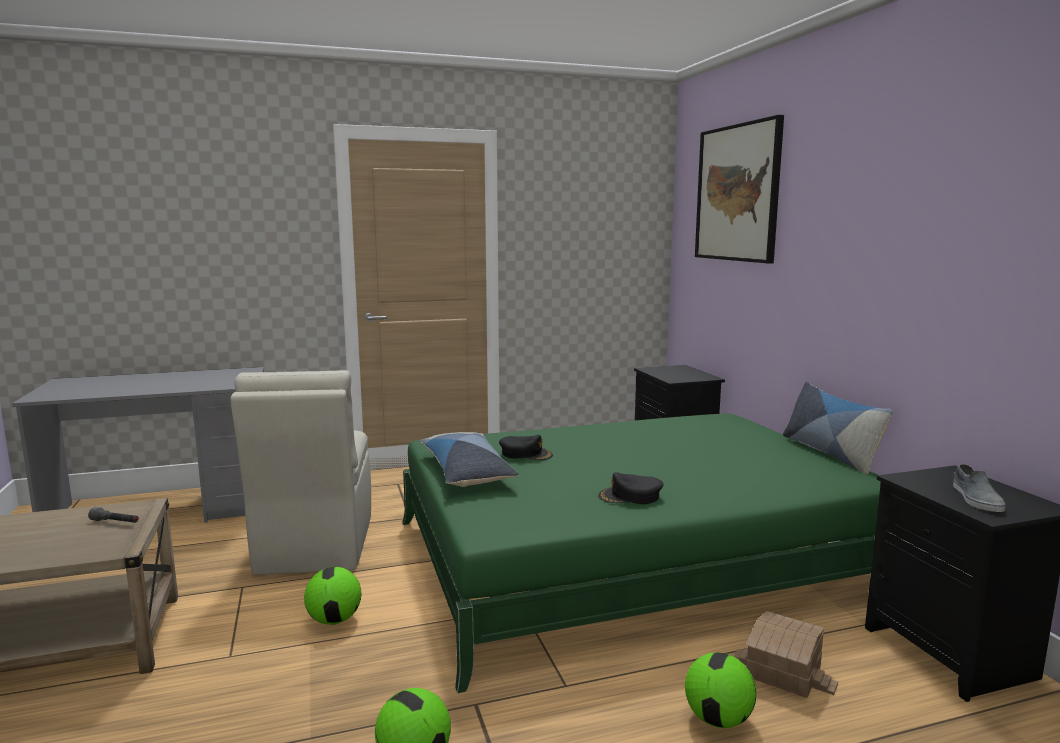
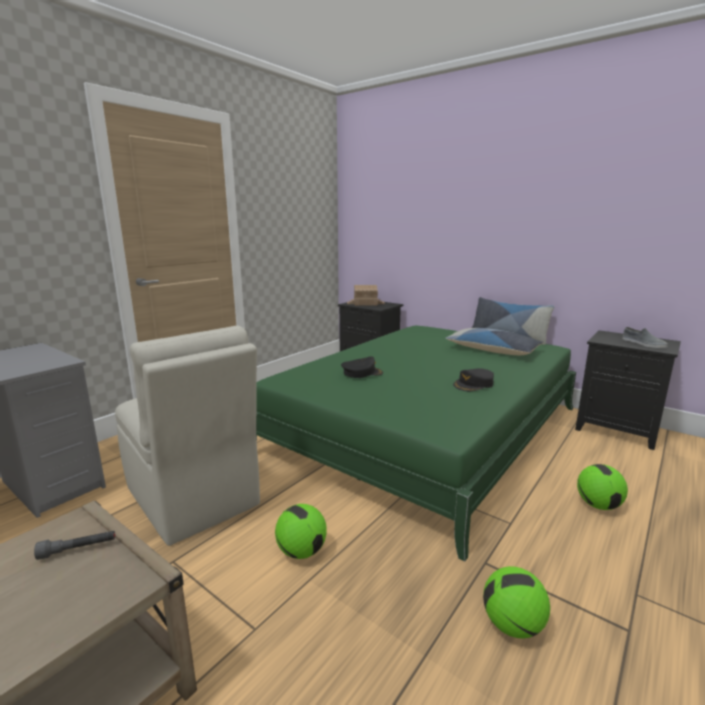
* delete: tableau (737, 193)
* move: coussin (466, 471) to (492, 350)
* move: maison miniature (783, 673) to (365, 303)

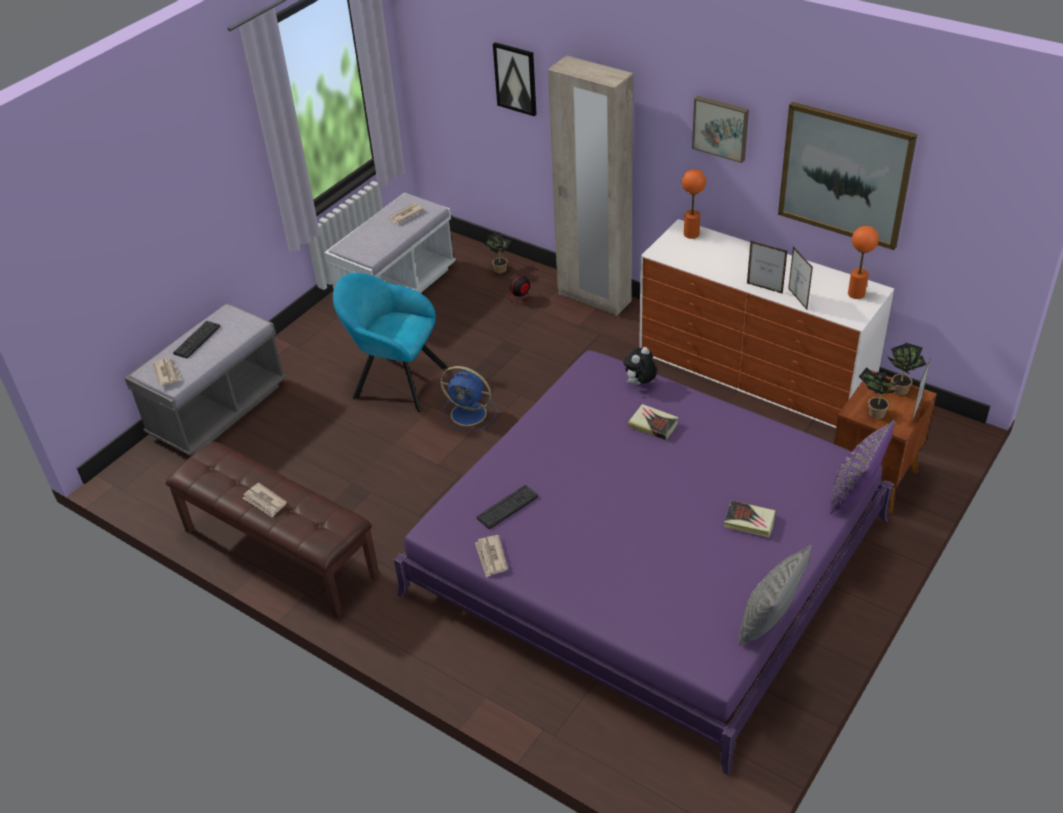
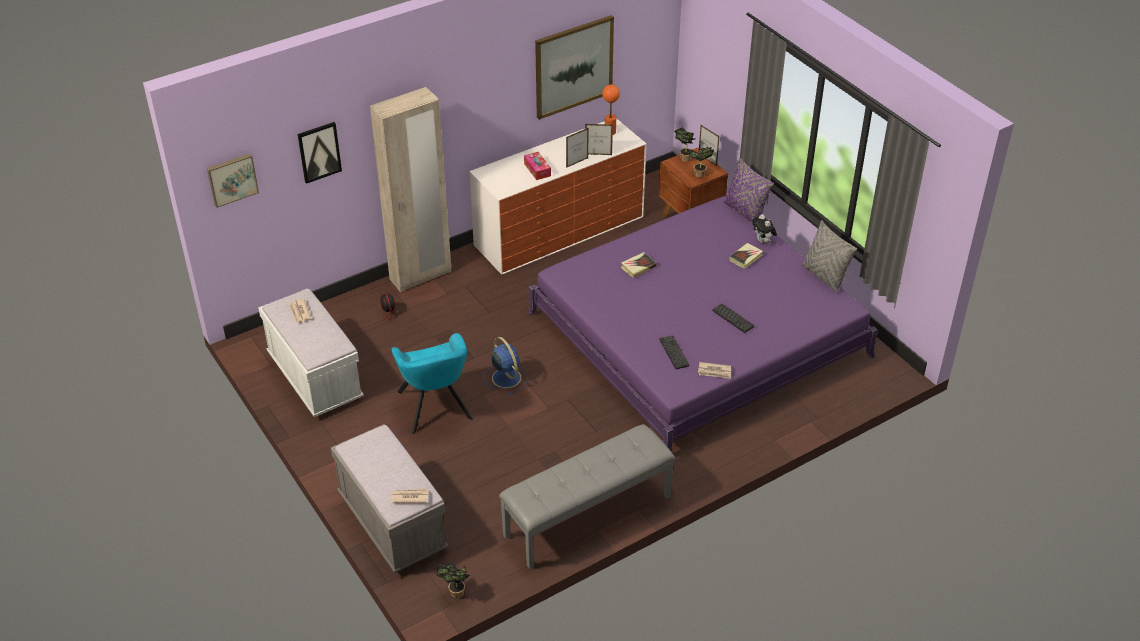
* delete: journal (265, 502)
* delete: lampe de table (orange) (691, 234)
* insert: boîte à mouchoirs (537, 170)
* move: clavier (197, 340) to (733, 318)
* move: plante en pot (499, 268) to (455, 593)
* move: peluche (640, 384) to (763, 241)
* move: tableau (721, 127) to (232, 179)
* recolor: banc (marron) (279, 553) to banc (gris) (588, 516)
* rotate: fauteuil (turquoise) (395, 381) = (435, 408) 60 degrees counterclockwise
* rotate: ventilateur (bleu) (470, 414) = (505, 377) 75 degrees counterclockwise

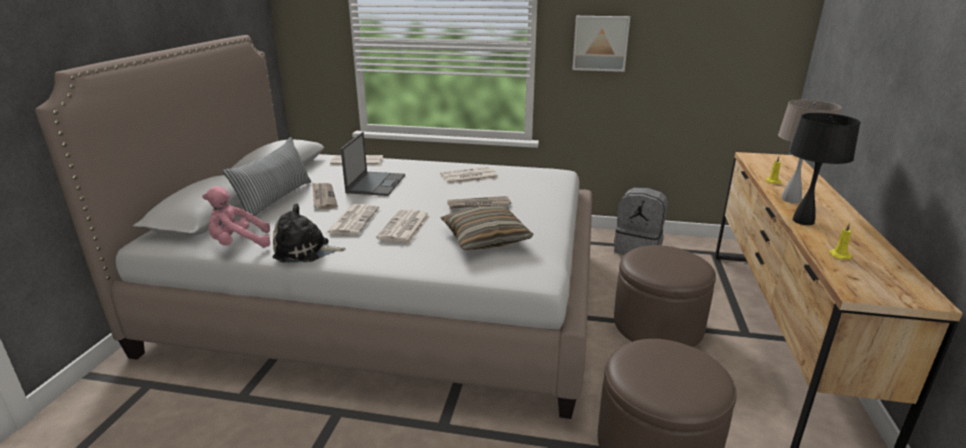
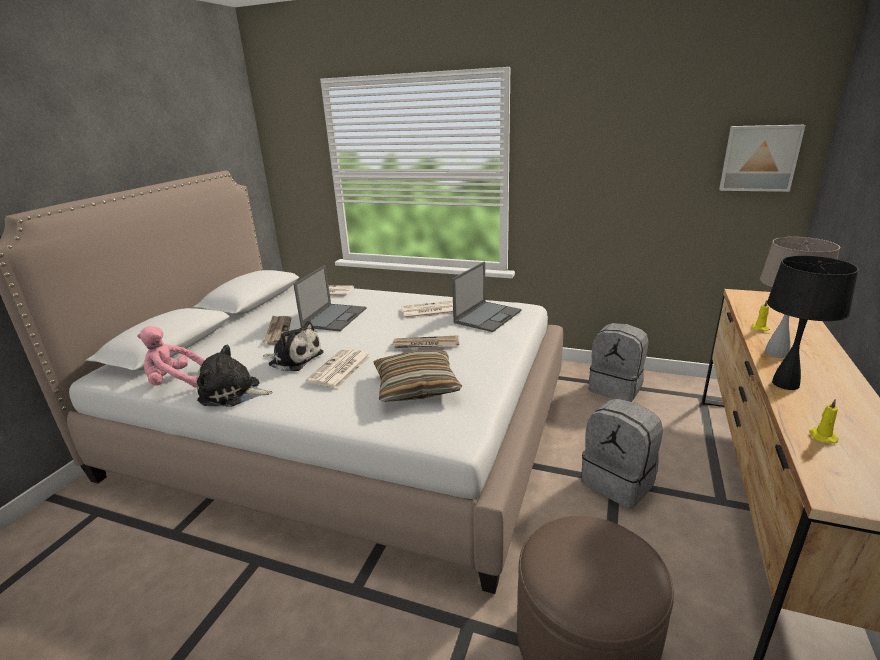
* delete: coussin (276, 200)
* insert: ordinateur portable (488, 316)
* move: tableau (600, 43) to (759, 158)
* replace: journal (353, 220) to peluche (294, 359)
* replace: pouf (marron) (657, 325) to sac à dos (gris) (619, 482)

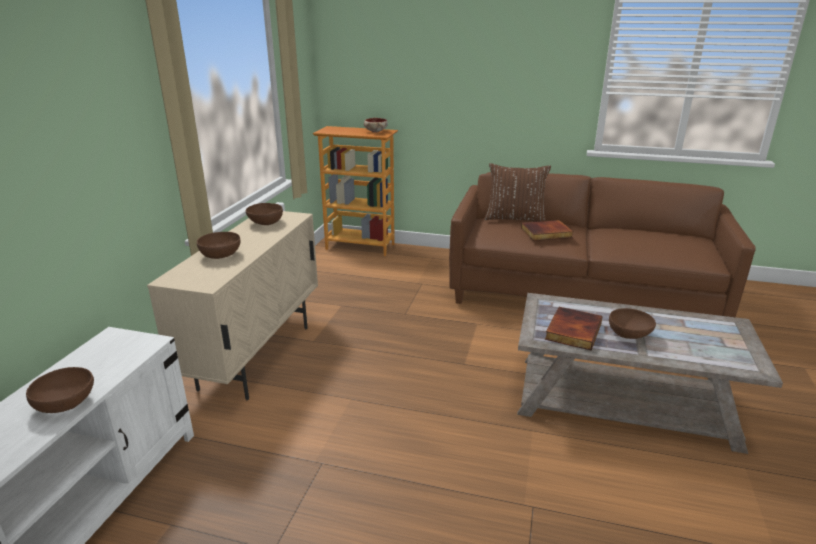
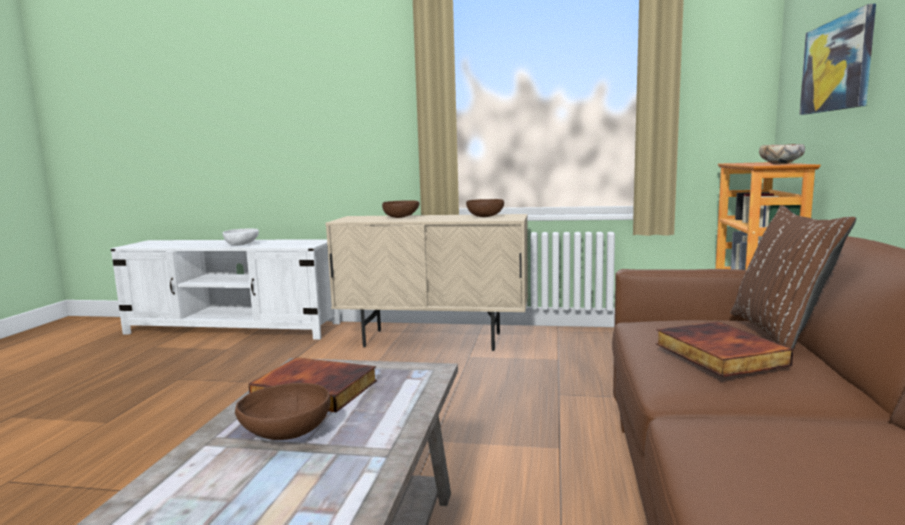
* insert: tableau (837, 65)
* recolor: bol (marron) (66, 403) to bol (blanc) (242, 245)

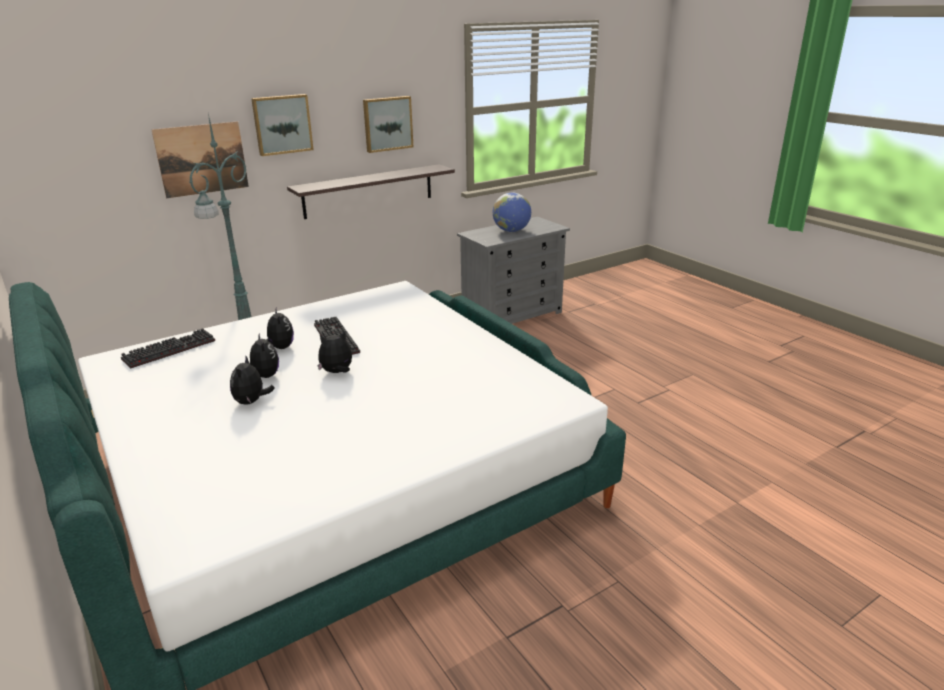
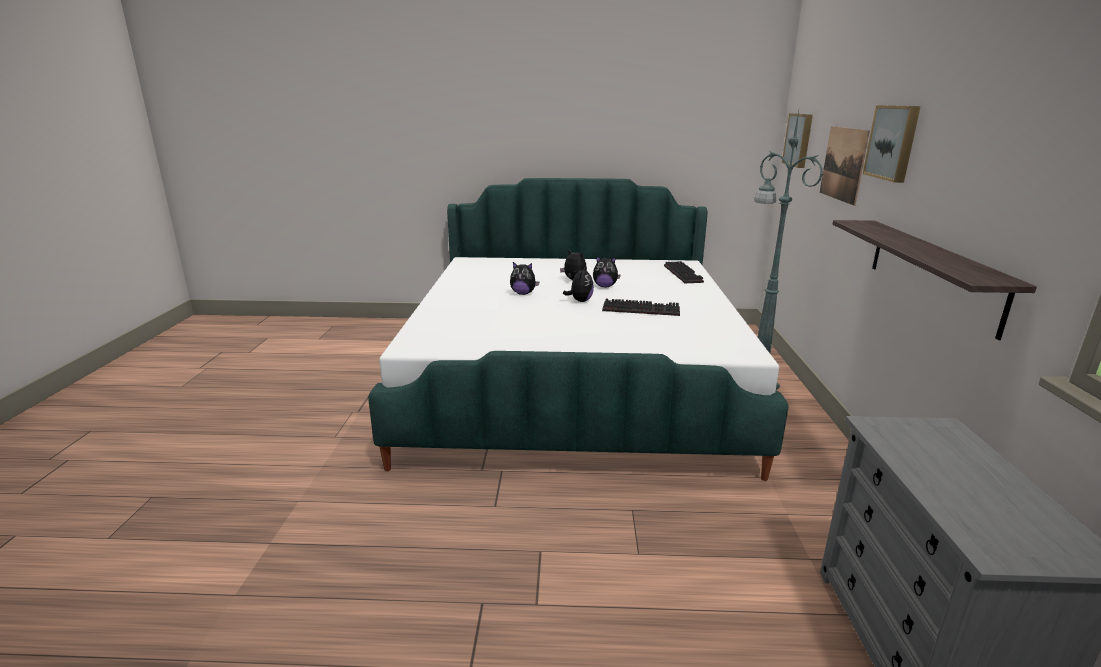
* delete: globe (511, 231)
* move: peluche (280, 347) to (523, 293)
* move: tableau (387, 123) to (799, 140)

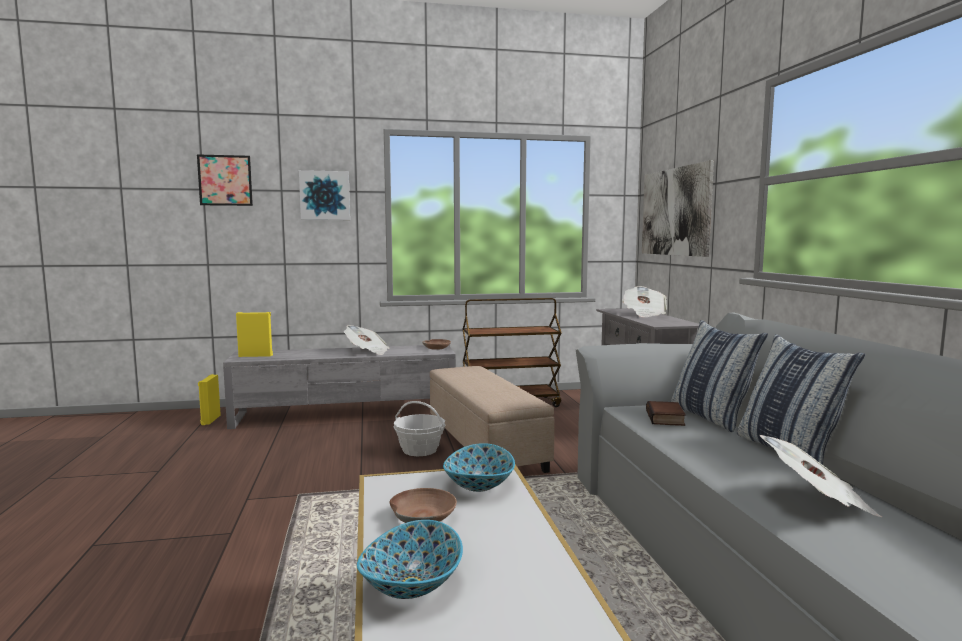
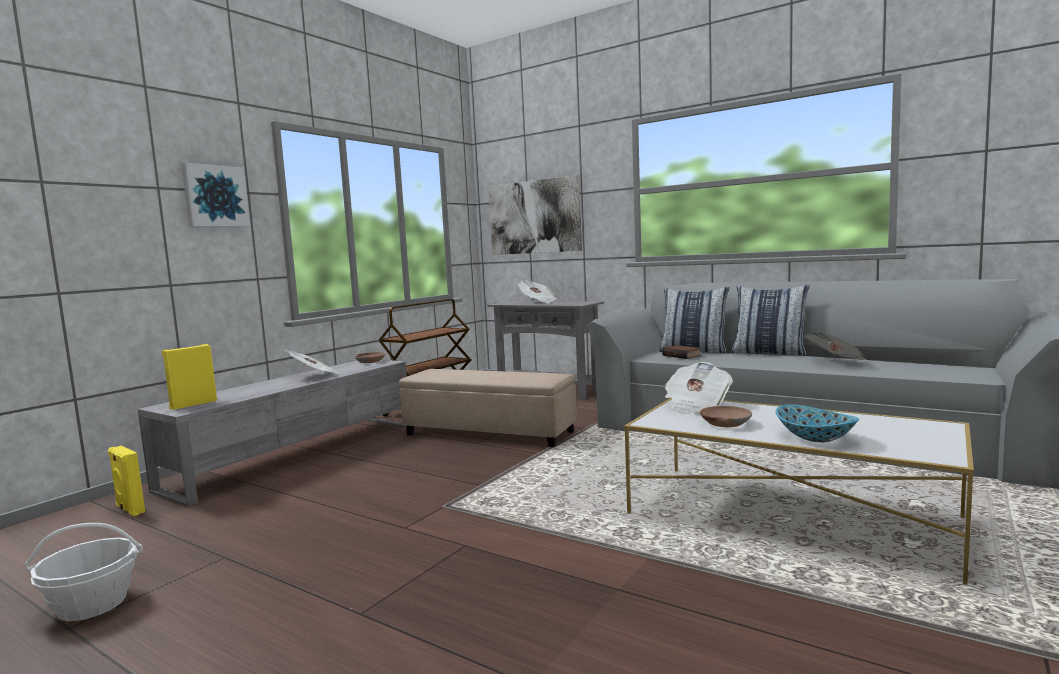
* delete: tableau (225, 180)
* move: panier (420, 450) to (93, 604)
* replace: bol (478, 485) to journal (695, 407)

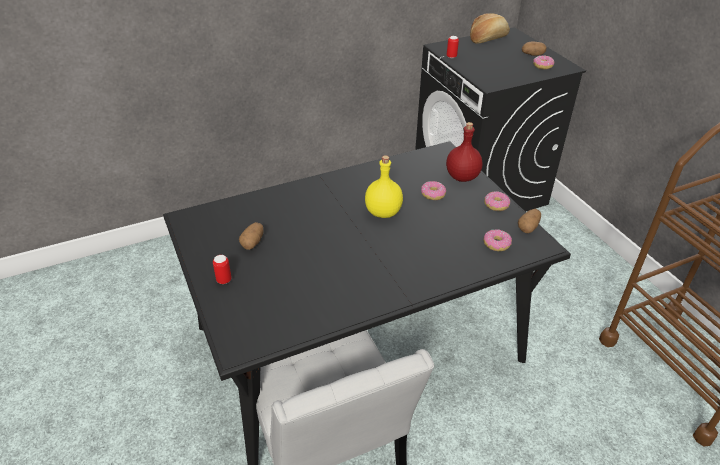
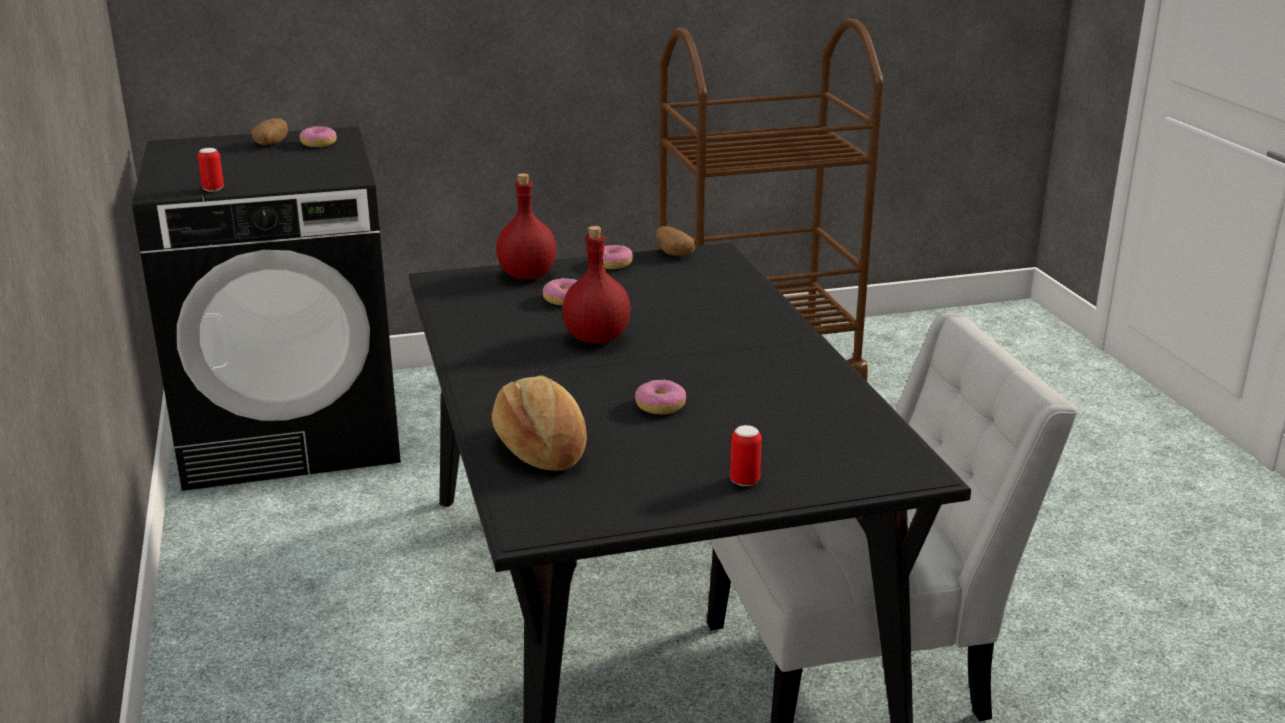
* delete: pomme de terre (253, 242)
* move: pain (488, 39) to (541, 447)
* move: beignet (496, 244) to (660, 406)
* recolor: bouteille (jaune) (383, 212) to bouteille (rouge) (595, 338)

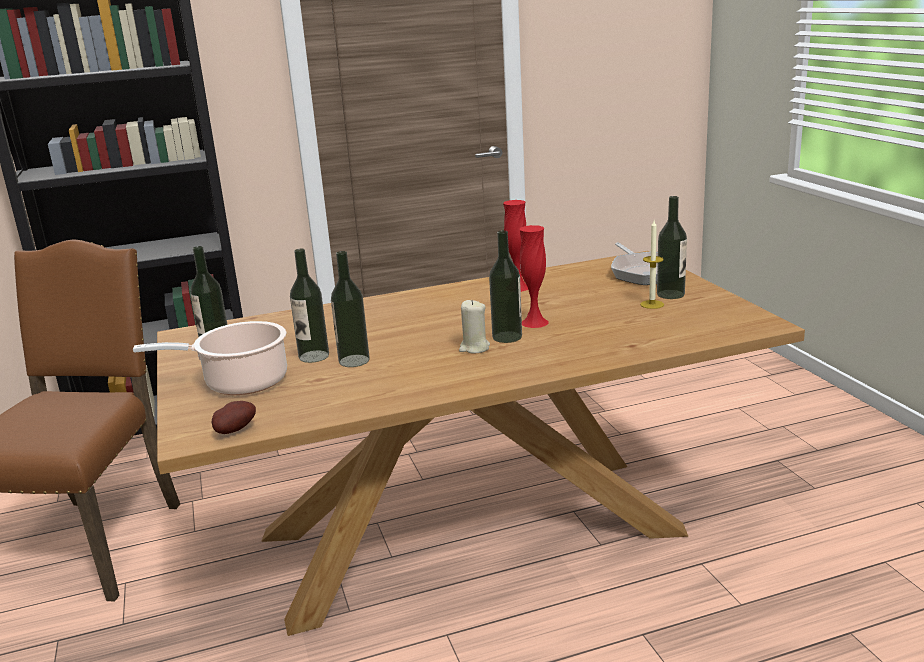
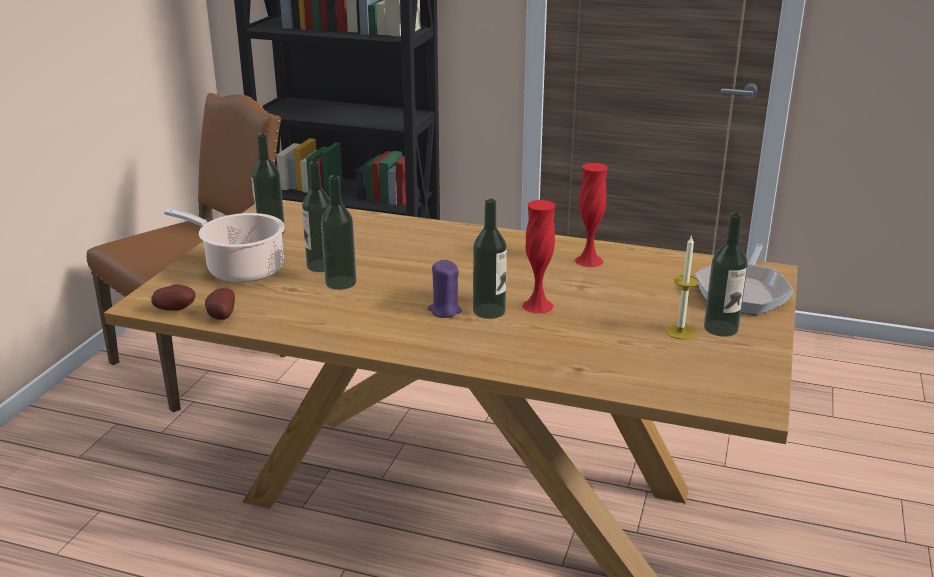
* insert: pomme de terre (221, 317)
* recolor: bougie (beige) (474, 348) to bougie (violet) (444, 310)

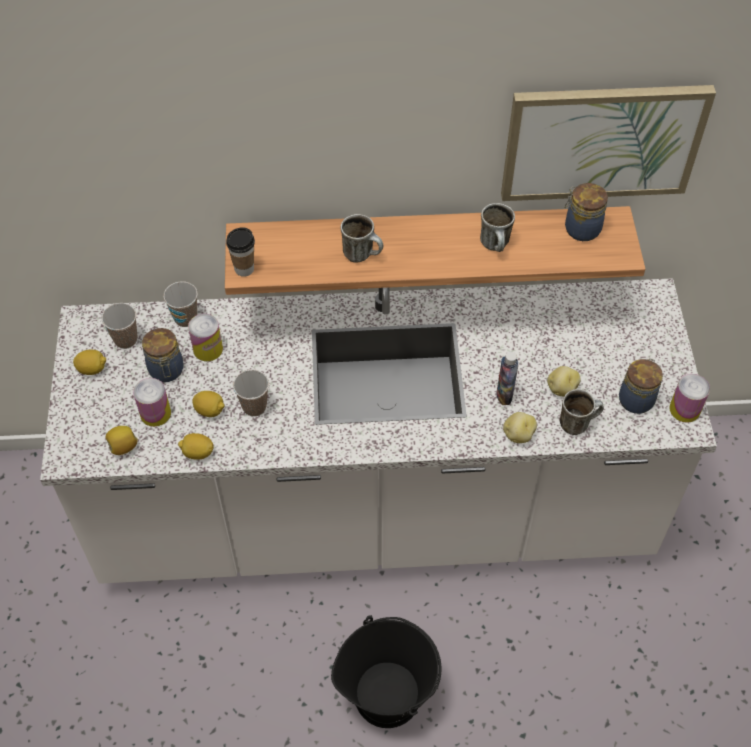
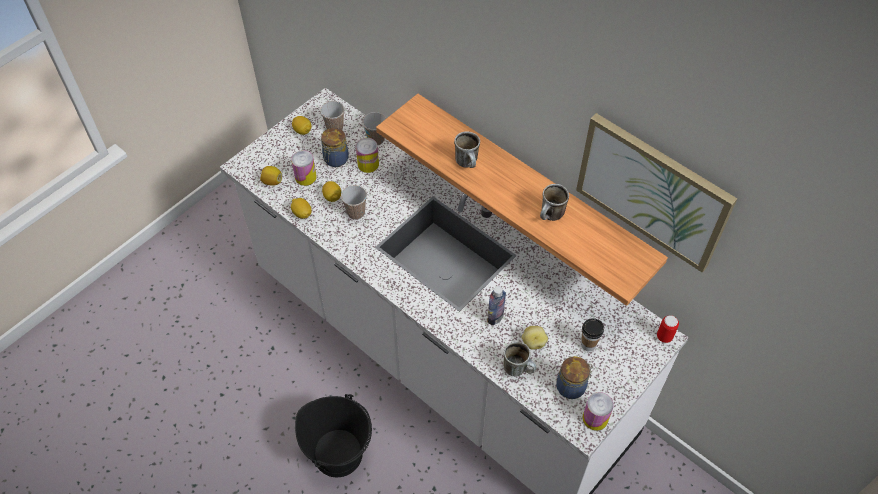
* delete: pomme de terre (518, 434)
* delete: bocal (581, 228)
* insert: boîte métallique (664, 336)
* move: tasse (244, 269) to (588, 344)

